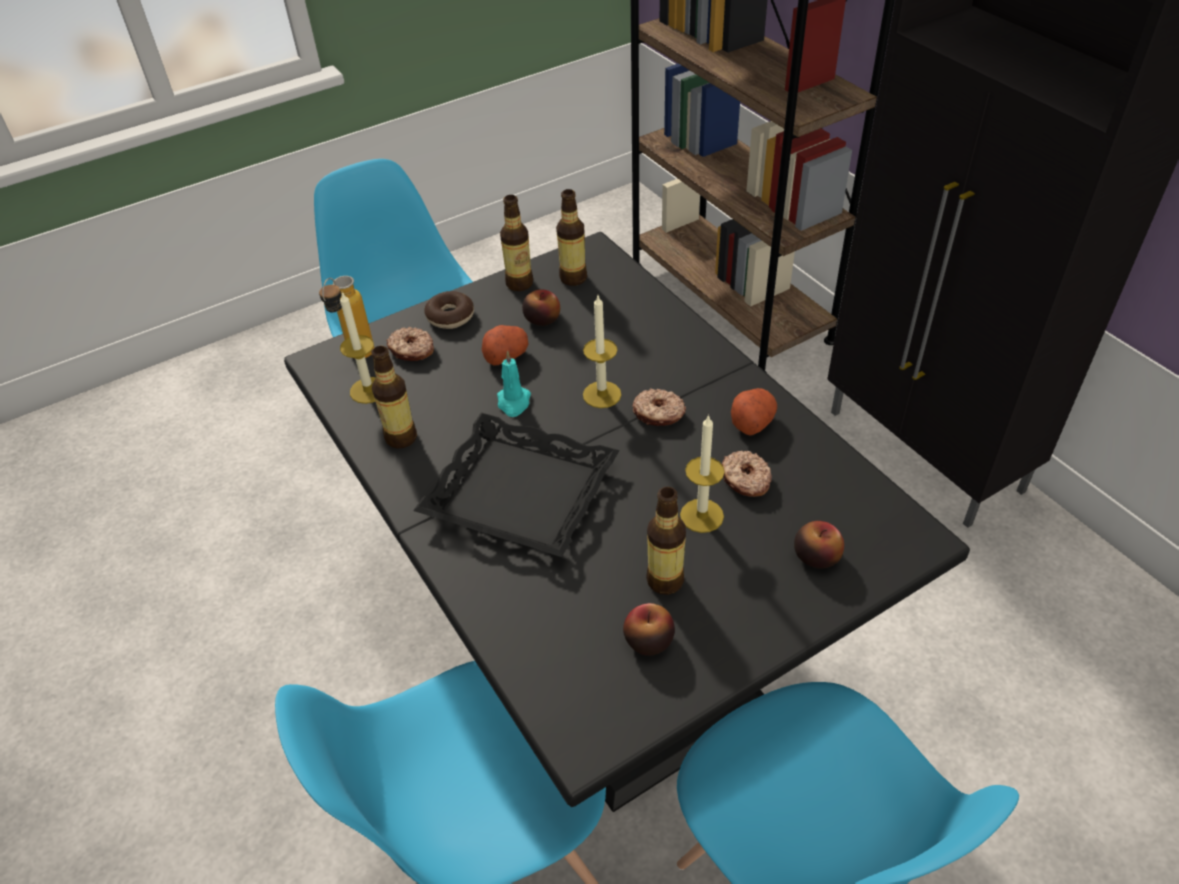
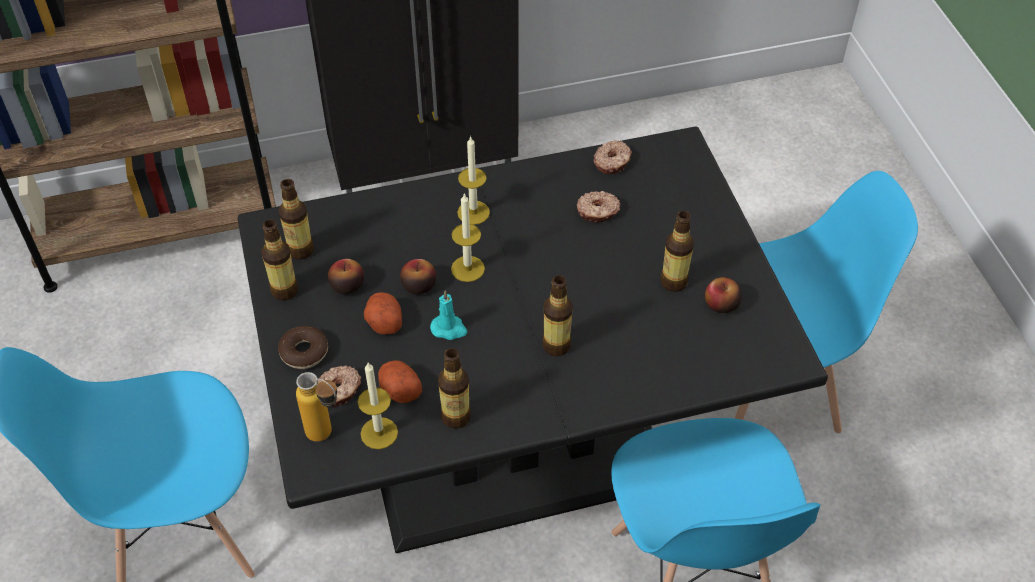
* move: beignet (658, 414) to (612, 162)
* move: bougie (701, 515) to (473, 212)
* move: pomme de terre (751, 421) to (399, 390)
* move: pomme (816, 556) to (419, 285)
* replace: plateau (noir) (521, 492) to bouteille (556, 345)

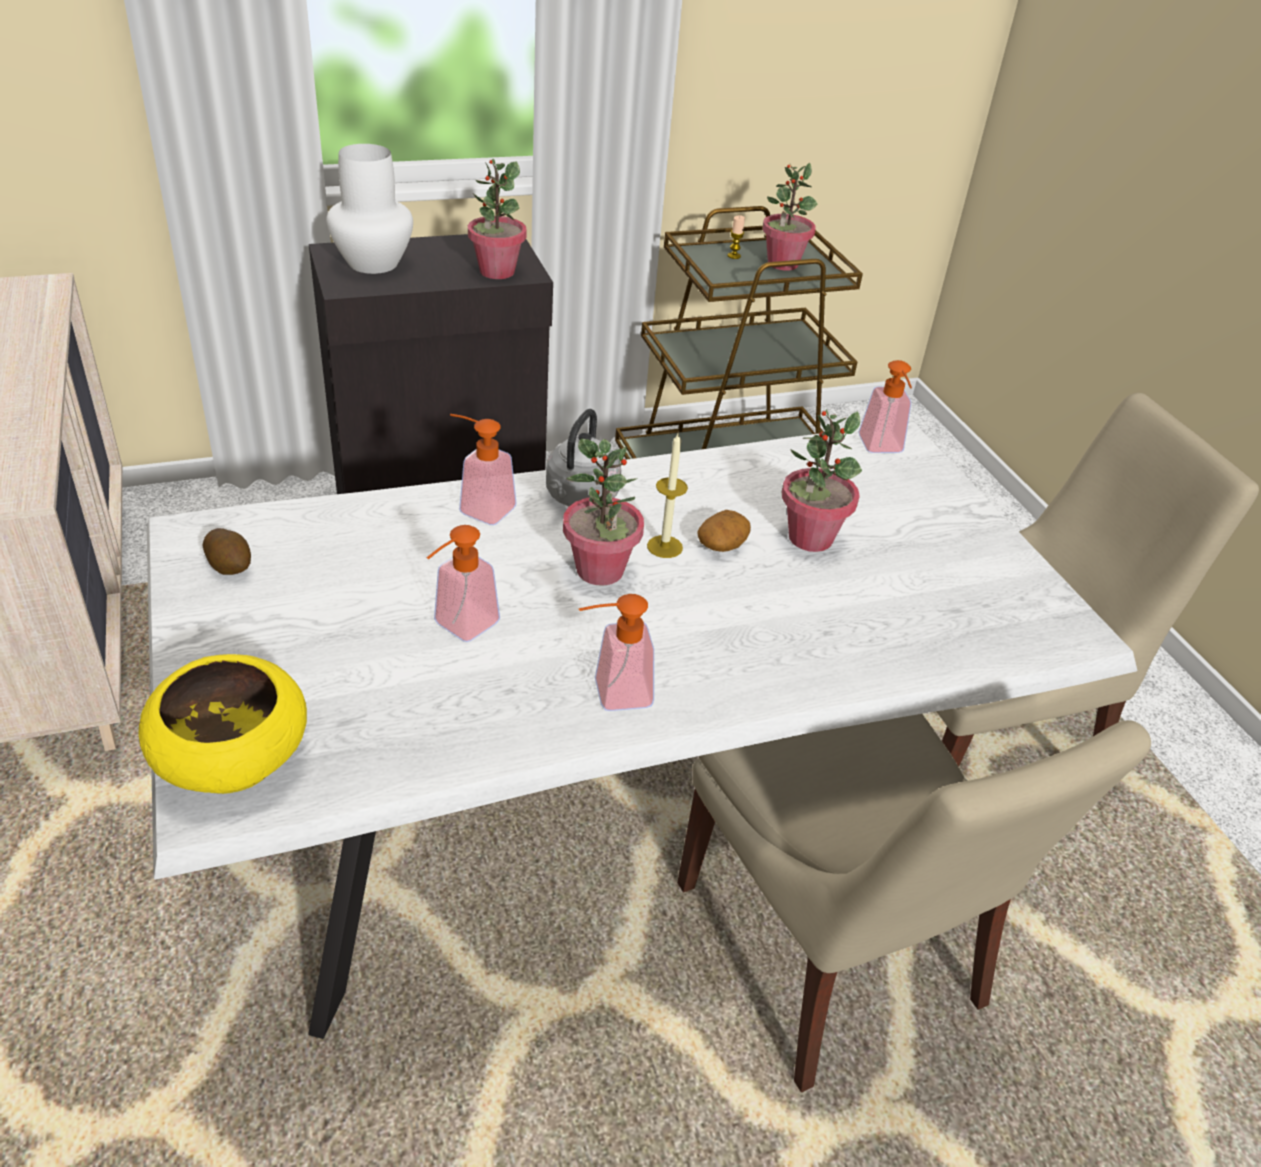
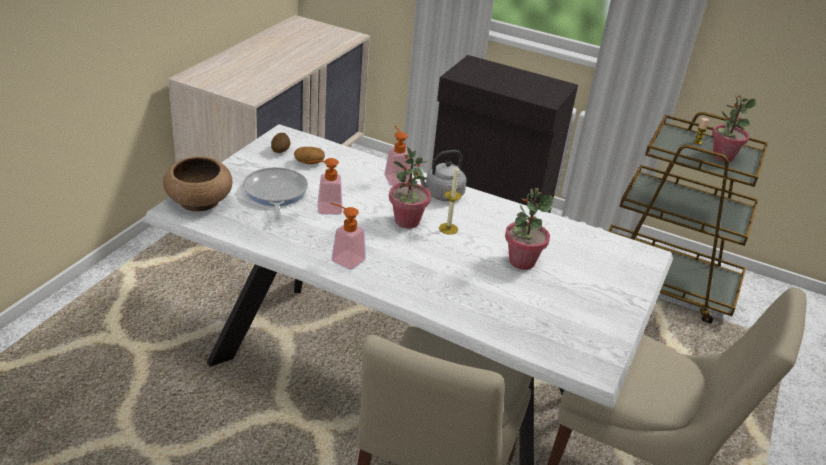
* delete: vase (blanc) (372, 264)
* delete: plante en pot (496, 271)
* delete: distributeur de savon (882, 449)
* insert: poêle (275, 193)
* move: pomme de terre (722, 545) to (309, 162)
* recolor: bol (jaune) (234, 760) to bol (marron) (199, 202)

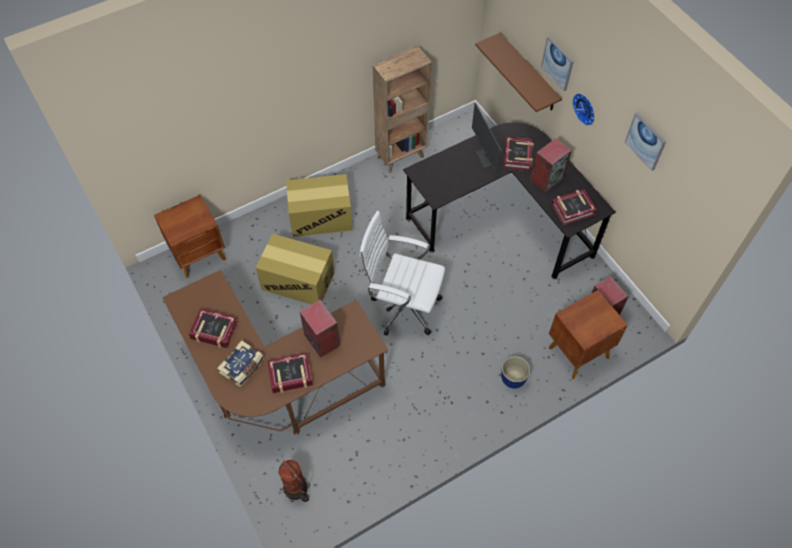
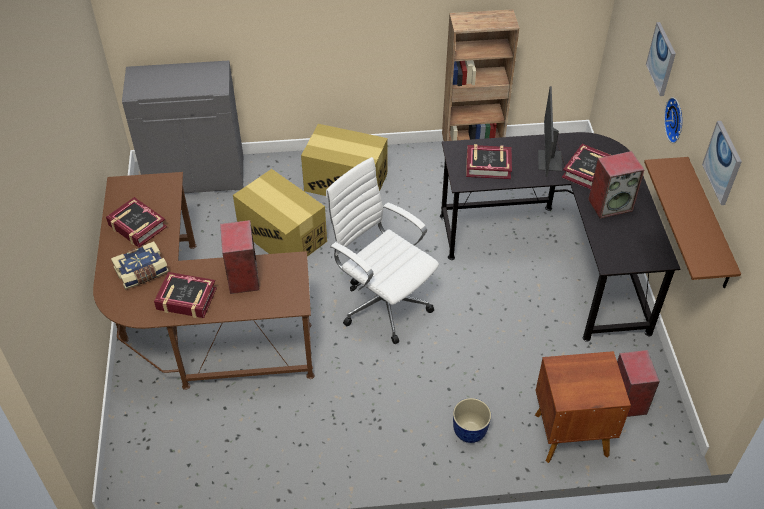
* delete: extincteur (296, 489)
* move: étagère (marron) (528, 73) to (708, 225)
* move: livre (572, 209) to (488, 165)
* replace: table de chevet (marron) (200, 255) to meuble de rangement (gris) (196, 175)

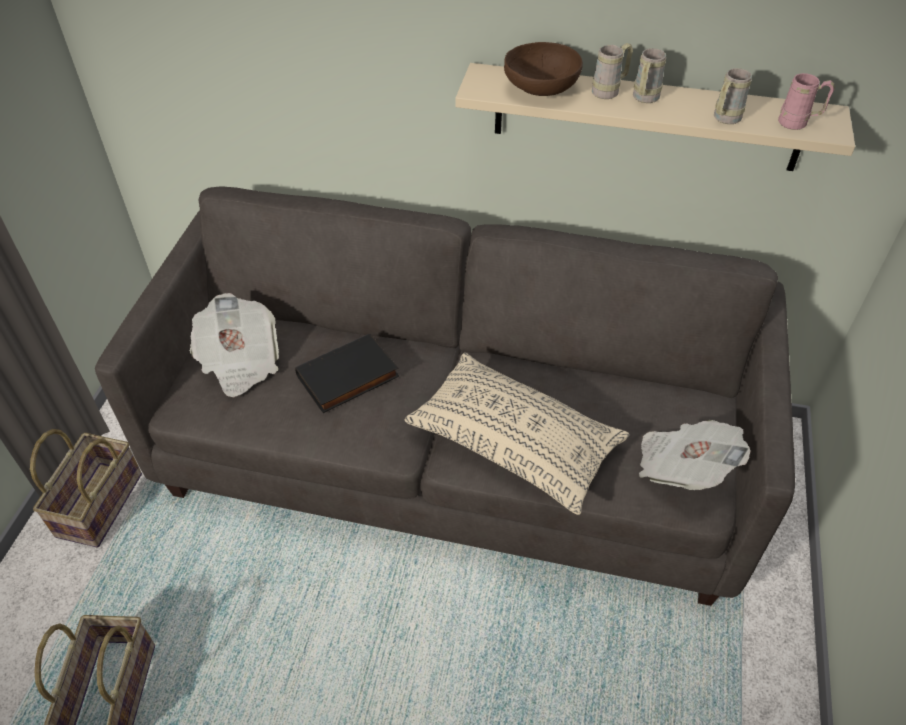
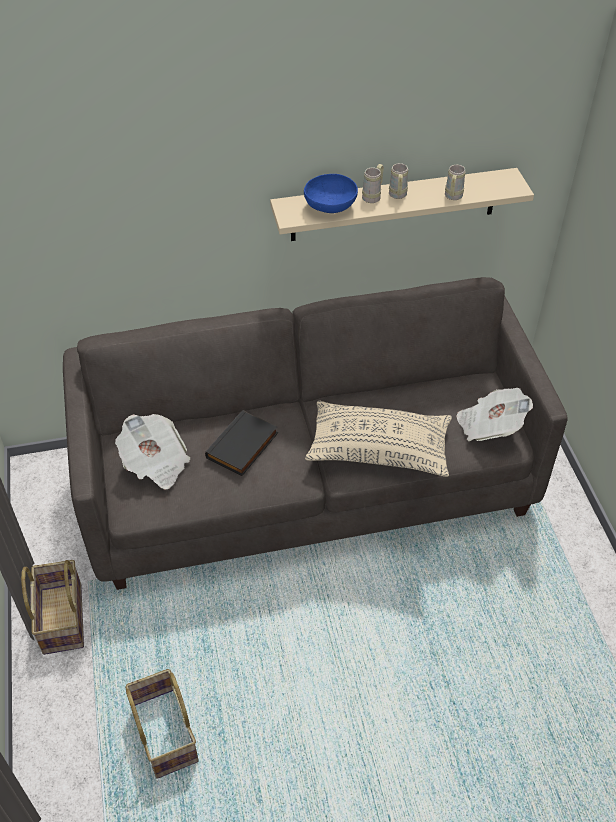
* delete: mug (rose) (798, 123)
* recolor: bol (marron) (540, 90) to bol (bleu) (330, 208)

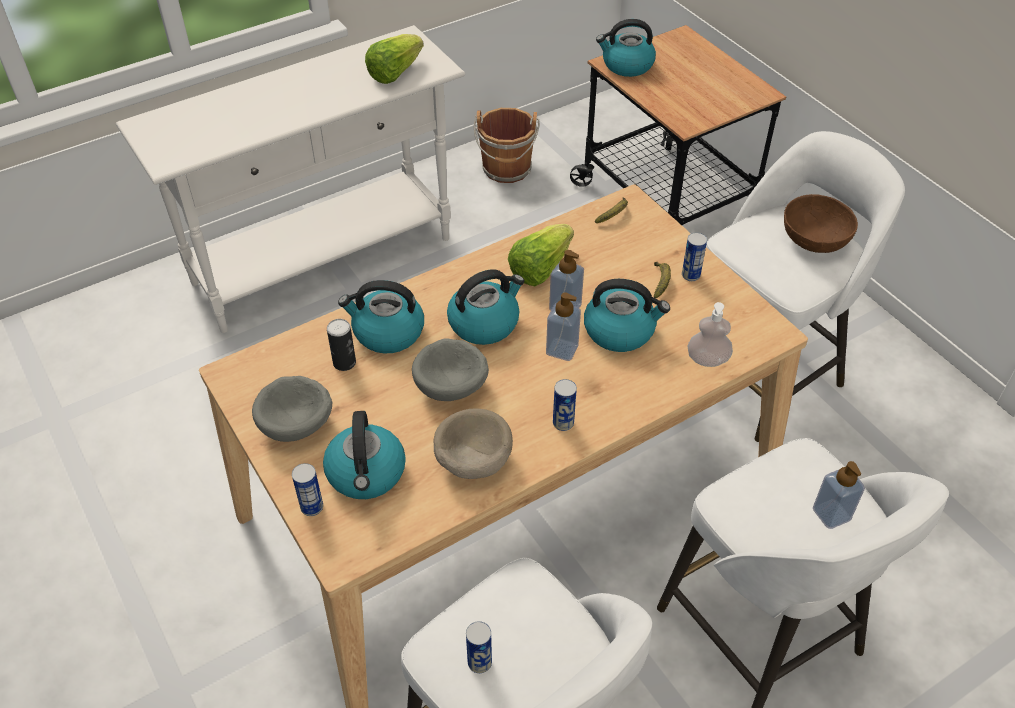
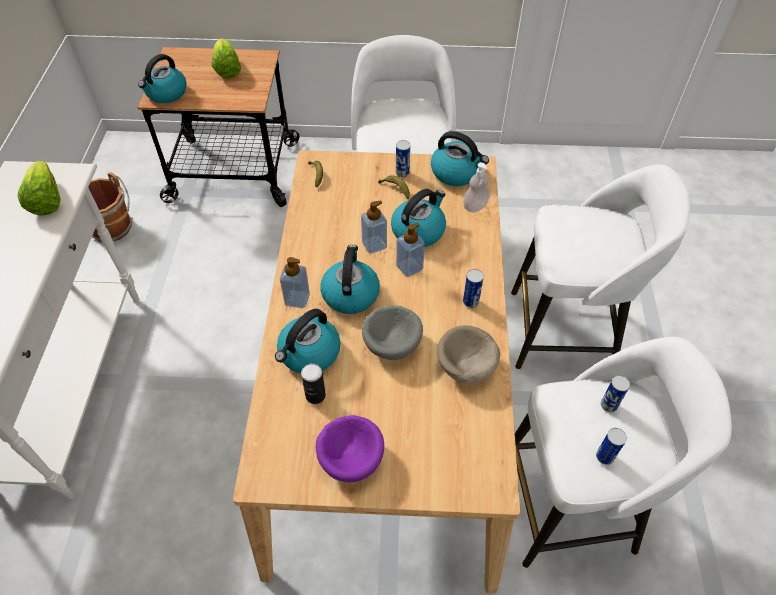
* delete: bol (marron) (814, 240)
* move: boîte métallique (312, 507) to (608, 405)
* move: bouilloire (366, 474) to (456, 172)
* move: laitue (540, 268) to (227, 69)
* move: distributeur de savon (831, 514) to (297, 299)
* recolor: bol (gris) (298, 425) to bol (violet) (352, 457)

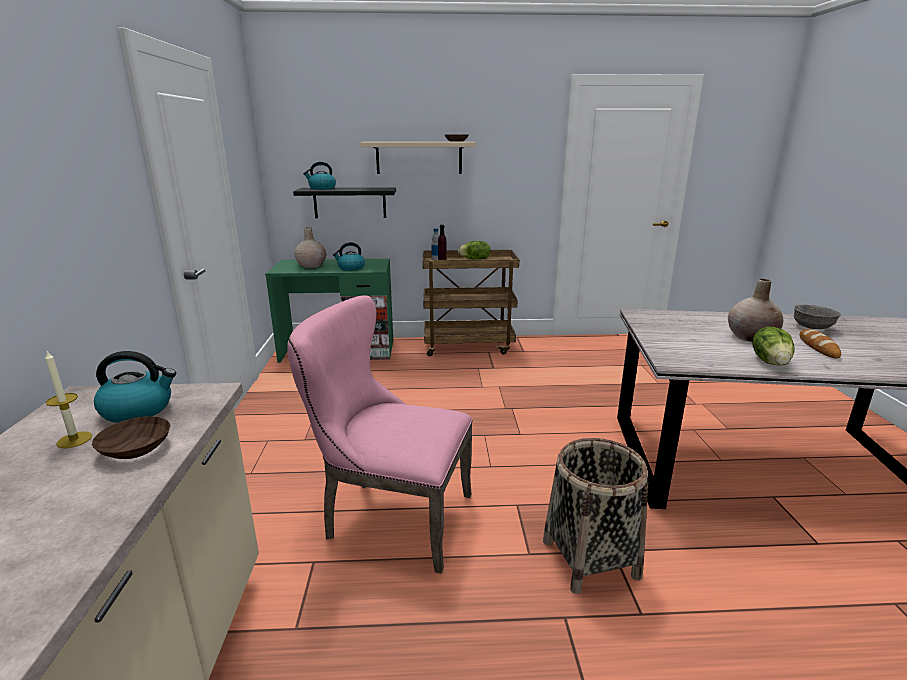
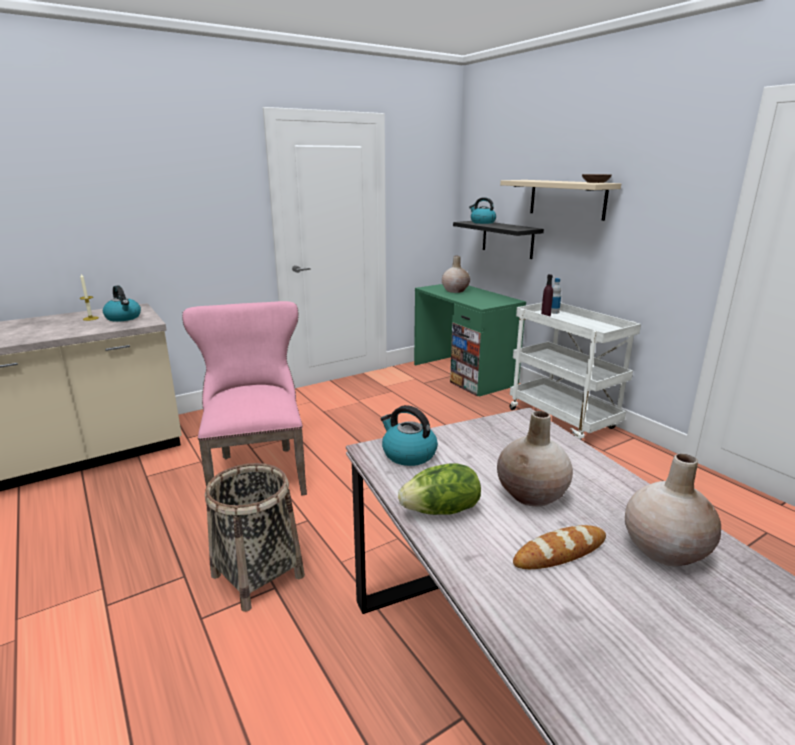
* delete: bol (marron) (134, 449)
* delete: laitue (475, 259)
* move: bouilloire (350, 268) to (408, 454)
* replace: bol (gris) (811, 327) to vase (beige) (665, 549)
* recolor: chariot (marron) (468, 346) to chariot (blanc) (563, 419)

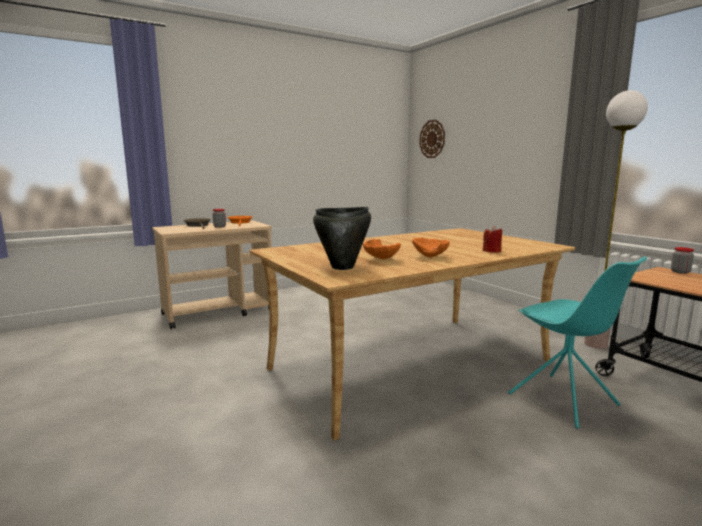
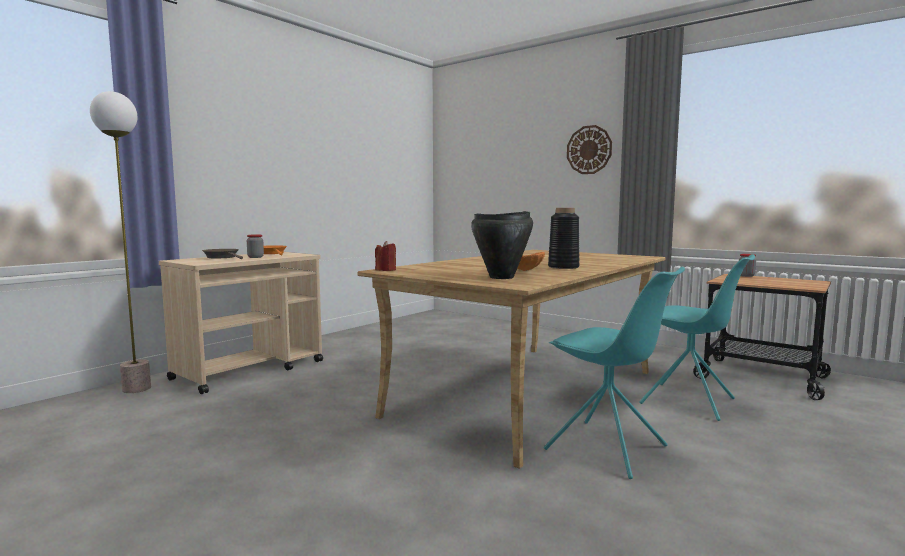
* insert: chaise (turquoise) (608, 449)
* move: horloge murale (432, 139) to (589, 150)
* move: bougie (rouge) (492, 251) to (386, 270)
* move: lampadaire (595, 344) to (137, 388)
* replace: bol (orange) (431, 256) to vase (noir) (563, 267)

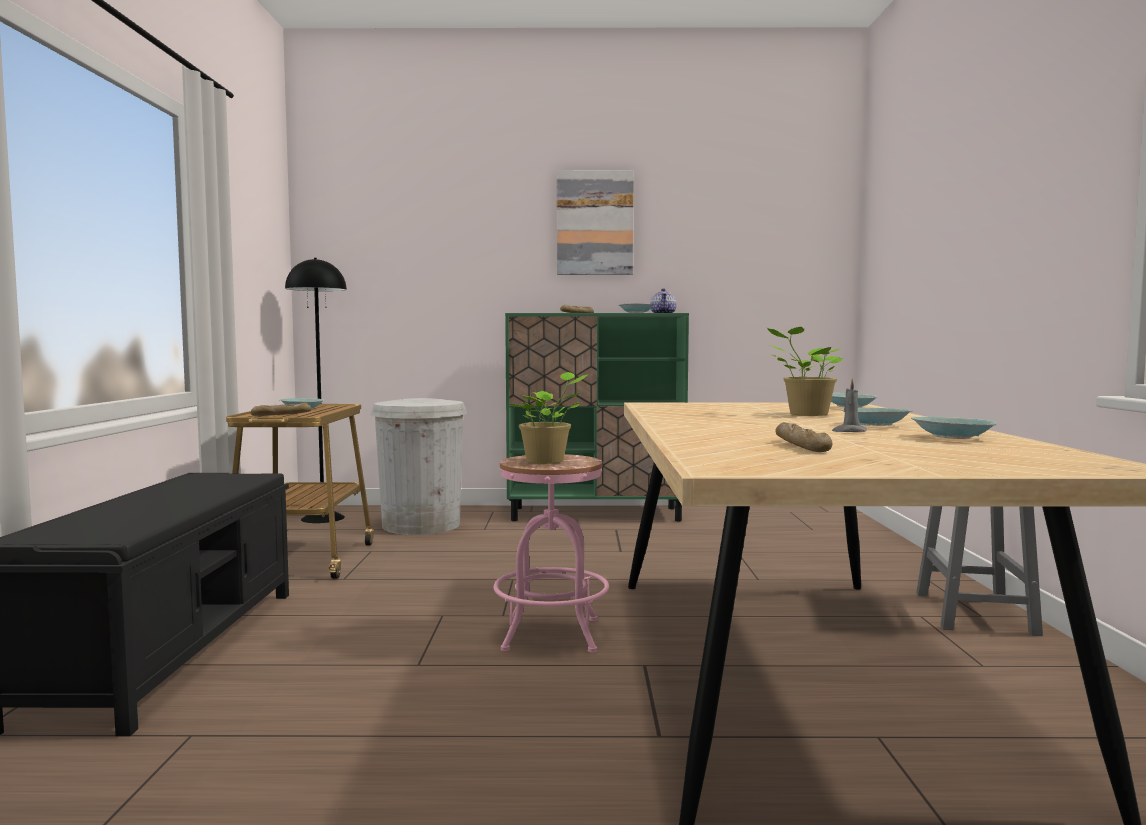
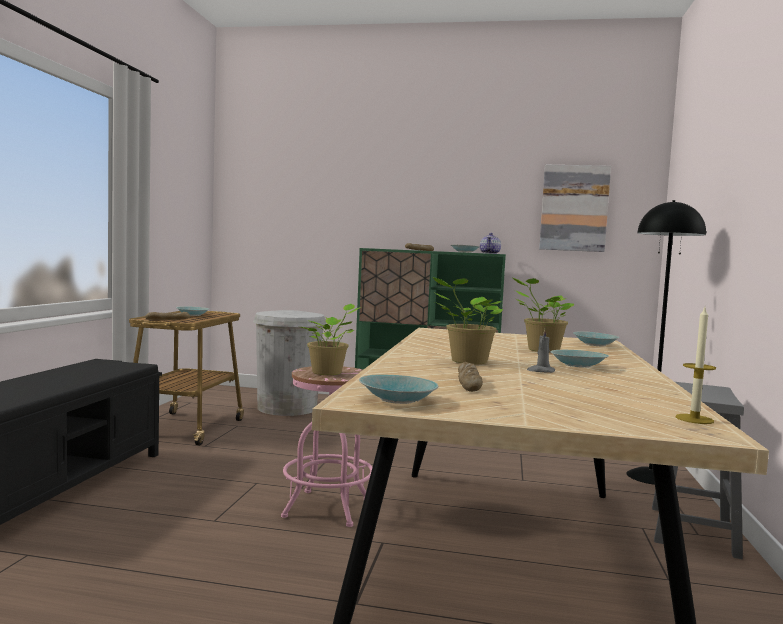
* insert: plante en pot (466, 361)
* insert: bougie (694, 419)
* move: lampadaire (noir) (323, 518) to (650, 476)
* move: tableau (595, 223) to (574, 208)
* move: bol (turquoise) (950, 437) to (398, 399)

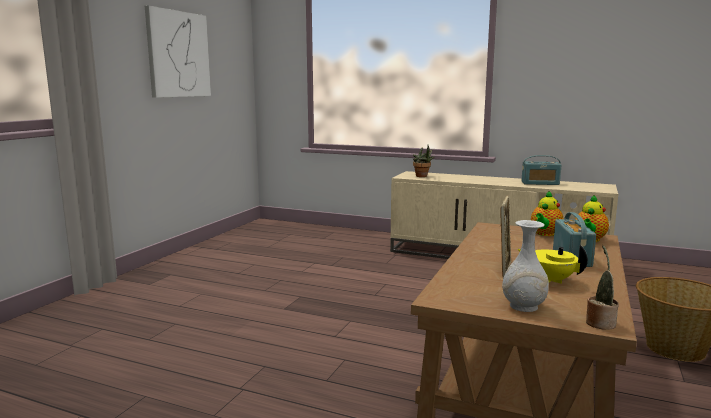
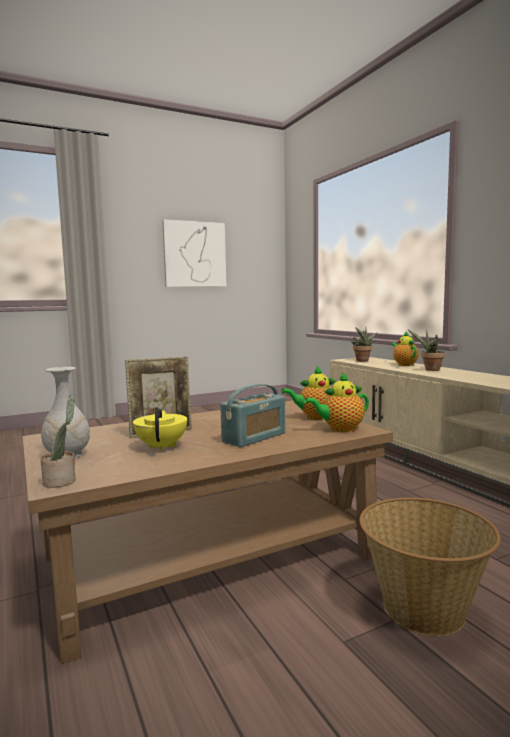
* delete: radio (540, 183)
* insert: théière (404, 364)
* insert: plante en pot (430, 370)

